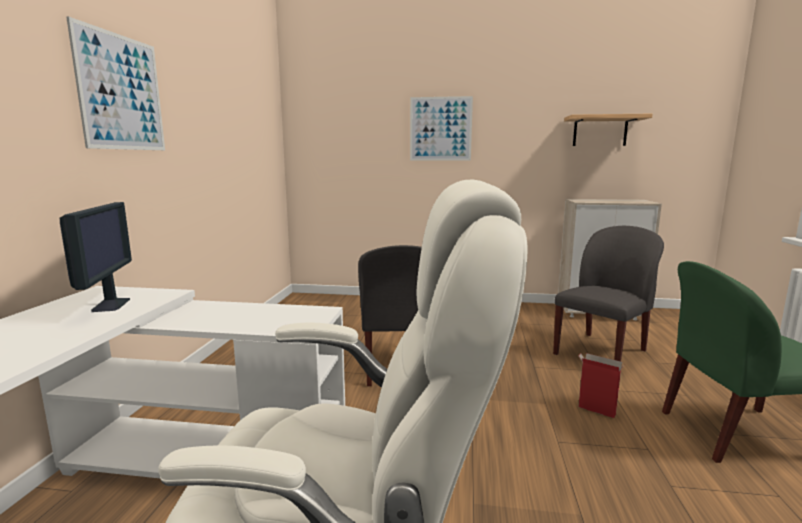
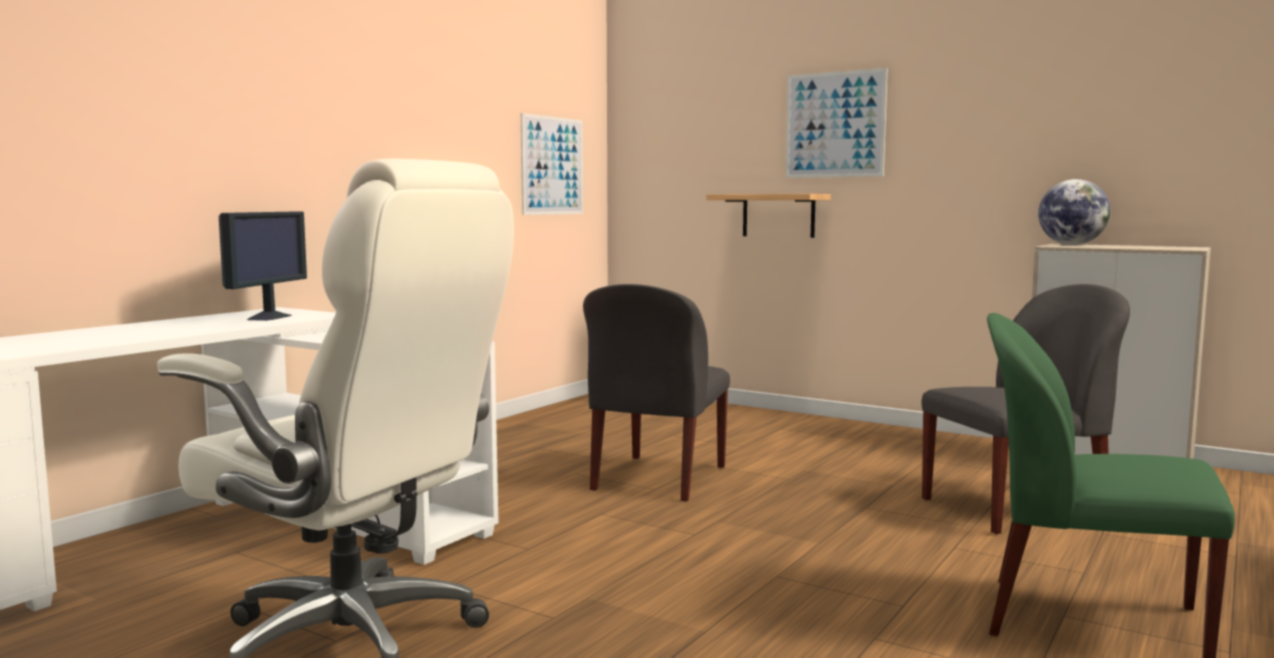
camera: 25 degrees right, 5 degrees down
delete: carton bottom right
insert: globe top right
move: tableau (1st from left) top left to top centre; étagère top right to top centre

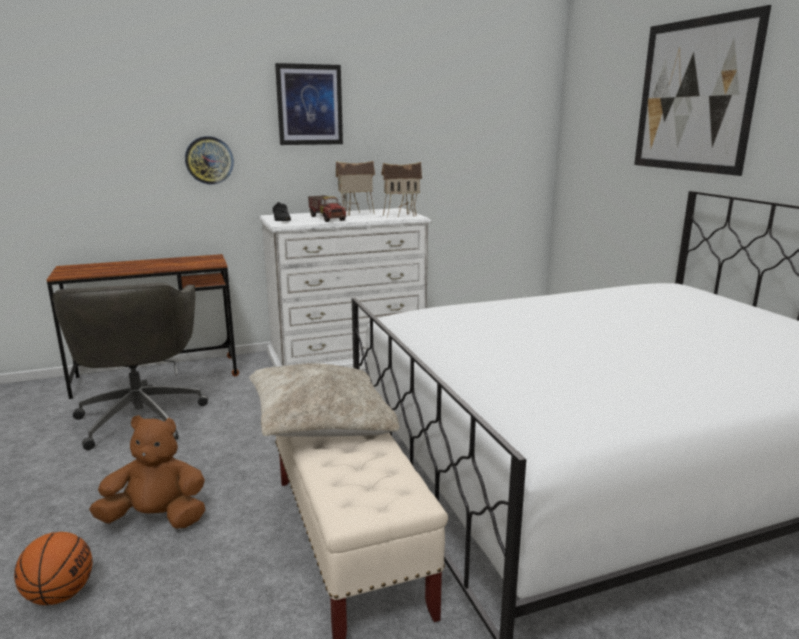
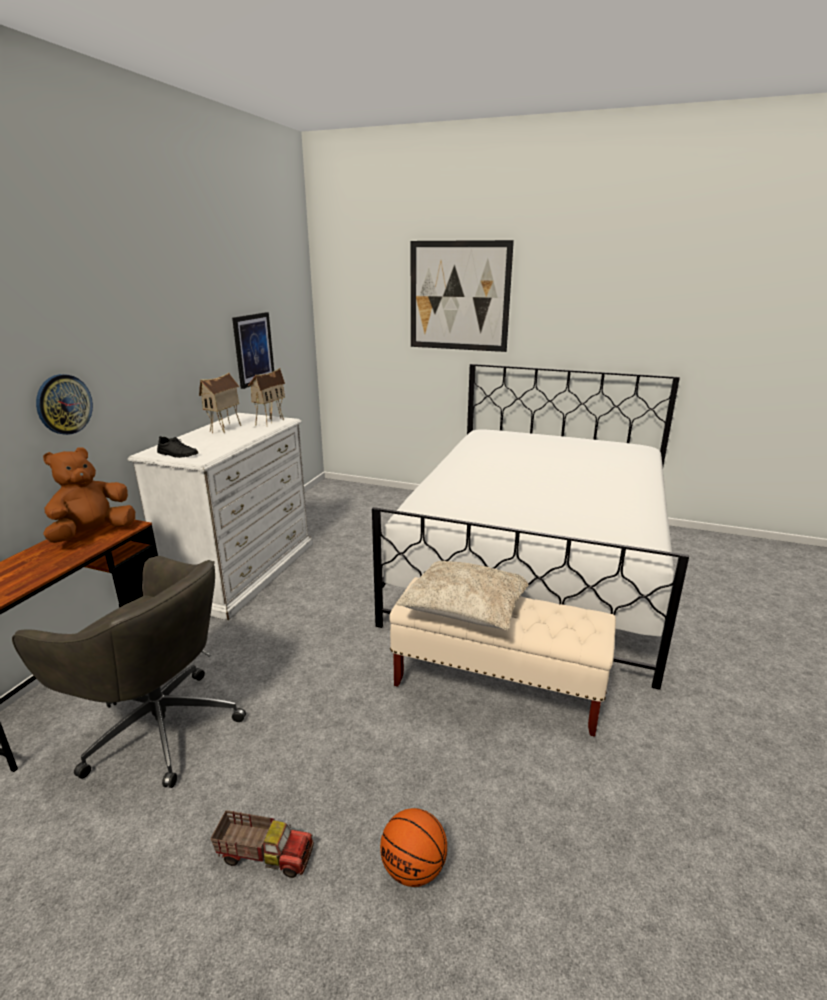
camera: 50 degrees left, 5 degrees up
move: peluche [marron] bottom left to middle left; tableau (1st from left) top centre to middle left; camion jouet top centre to bottom left

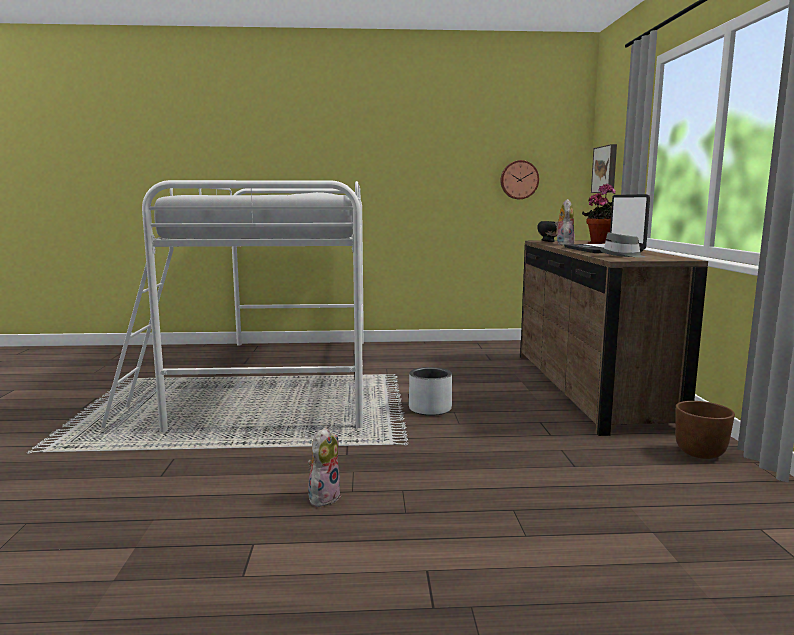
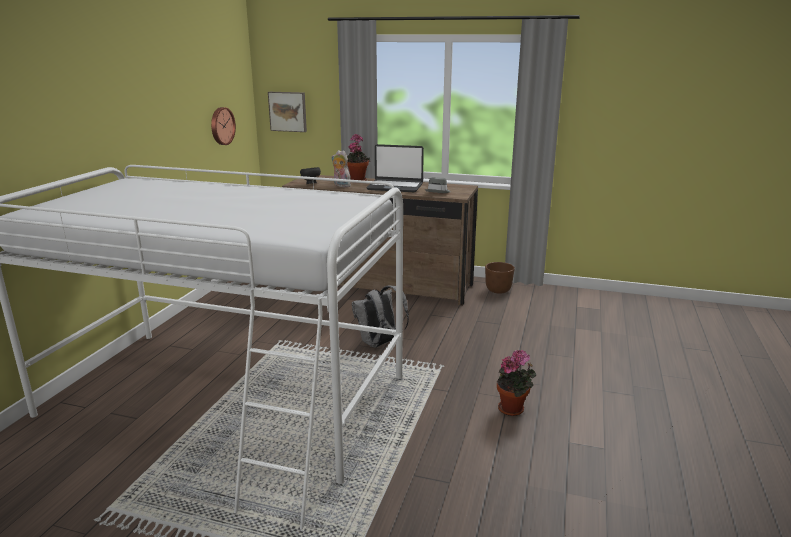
camera: 70 degrees left, 10 degrees up
replace: peluche (1st from left) bottom centre to plante en pot (2nd from left) bottom centre; cache-pot [gris] centre to sac à dos [gris] centre

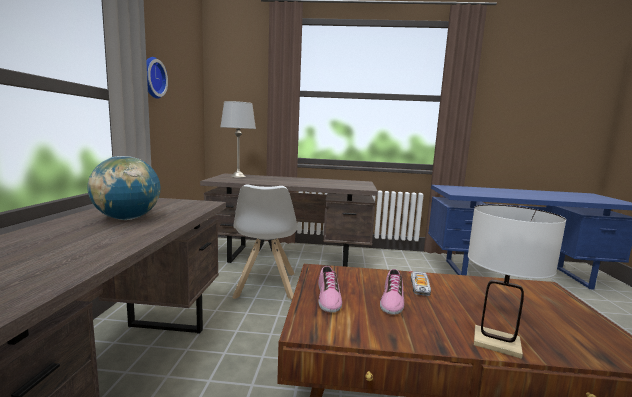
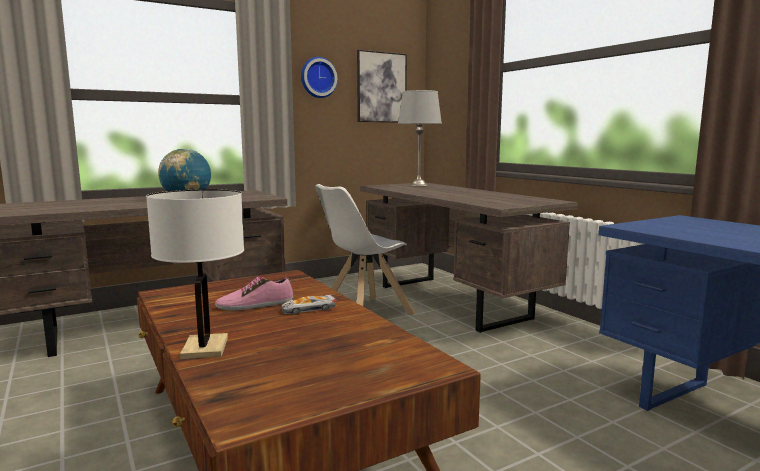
camera: 55 degrees right, 0 degrees up
delete: chaussure (1st from left) bottom centre
insert: tableau top centre

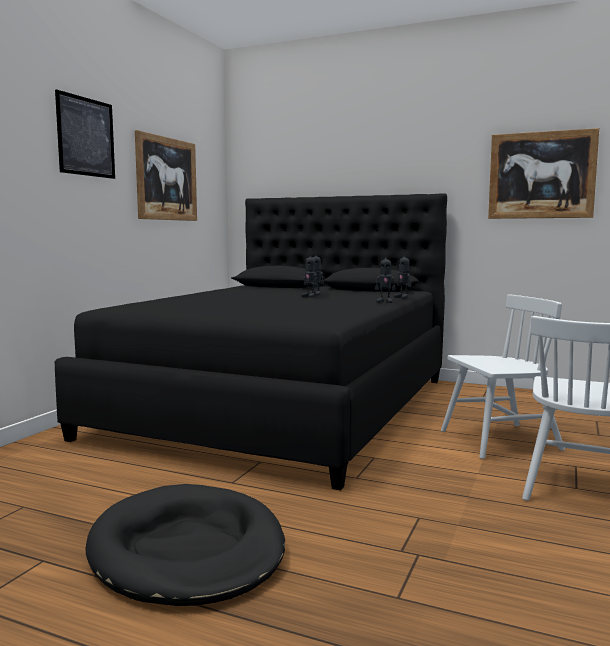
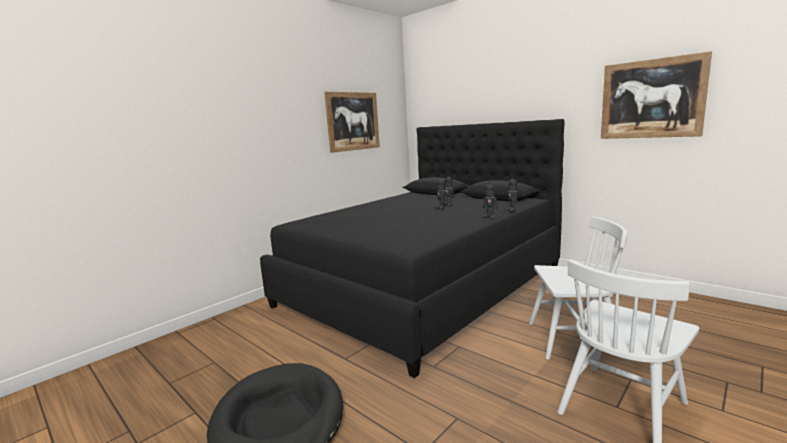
camera: 20 degrees right, 5 degrees up
delete: tableau (1st from left) top left

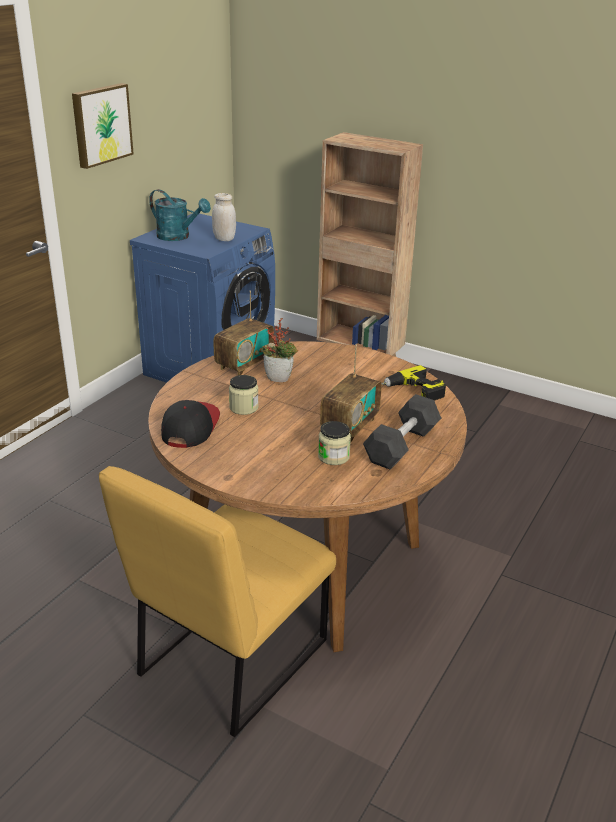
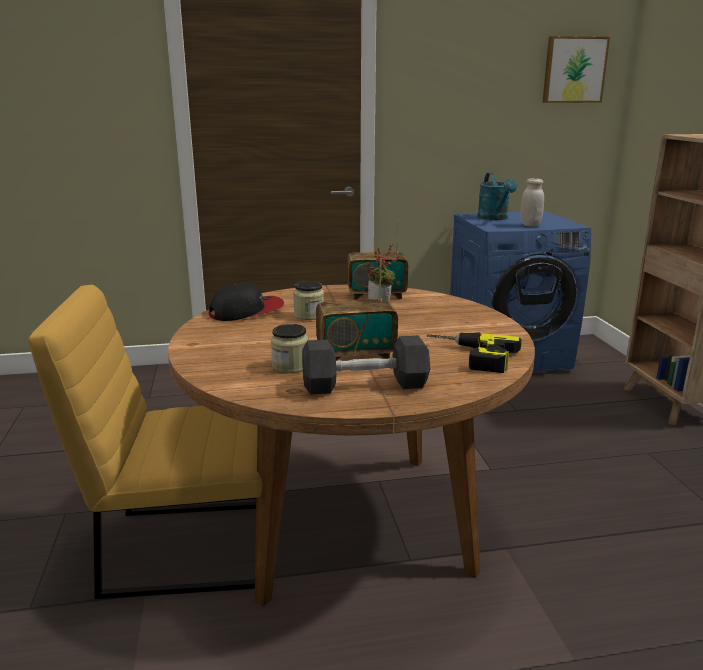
camera: 50 degrees right, 10 degrees down
move: tableau top left to top right

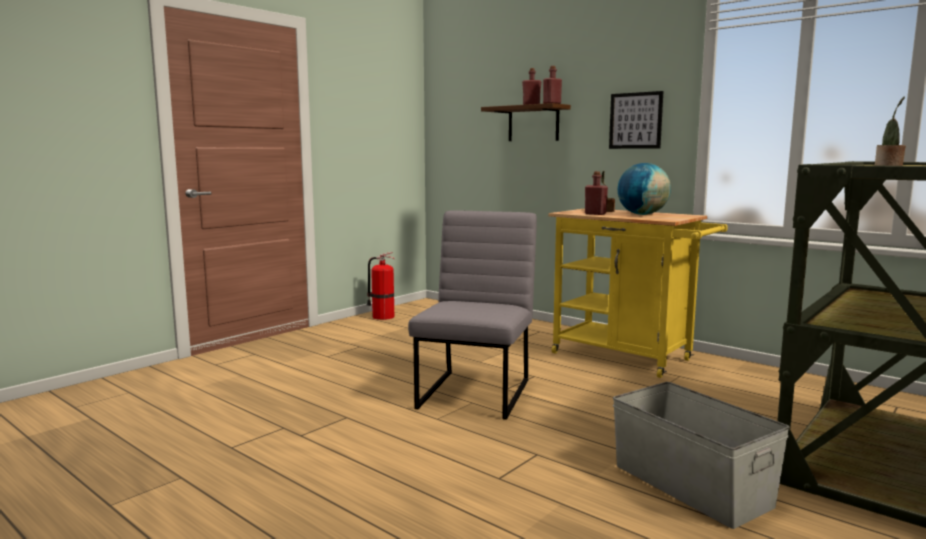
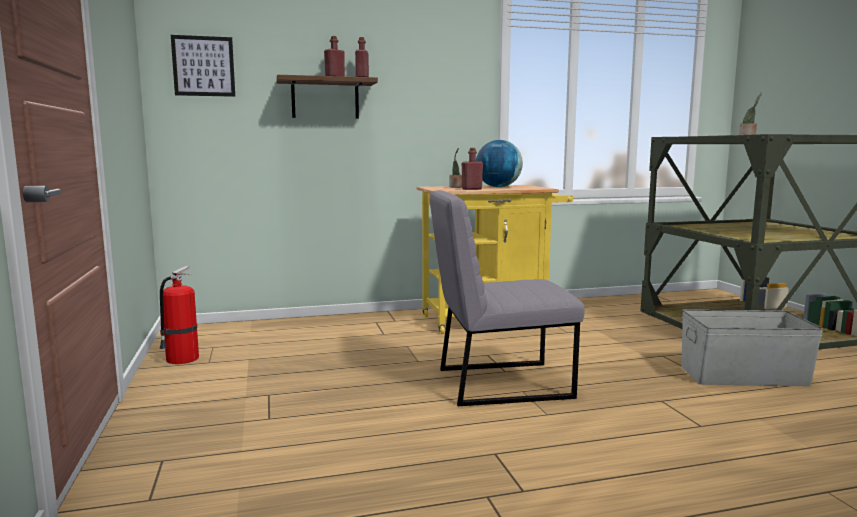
camera: 55 degrees left, 0 degrees up
move: tableau top right to top left
rotate: chaise [gris] centre = centre 60 degrees counterclockwise

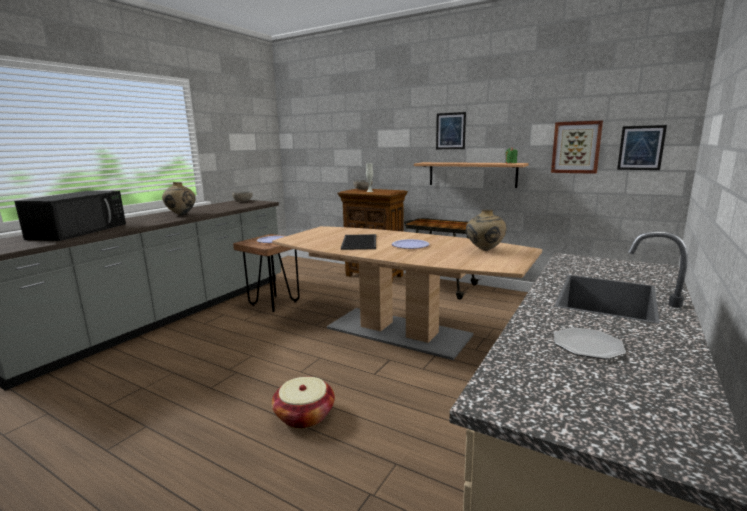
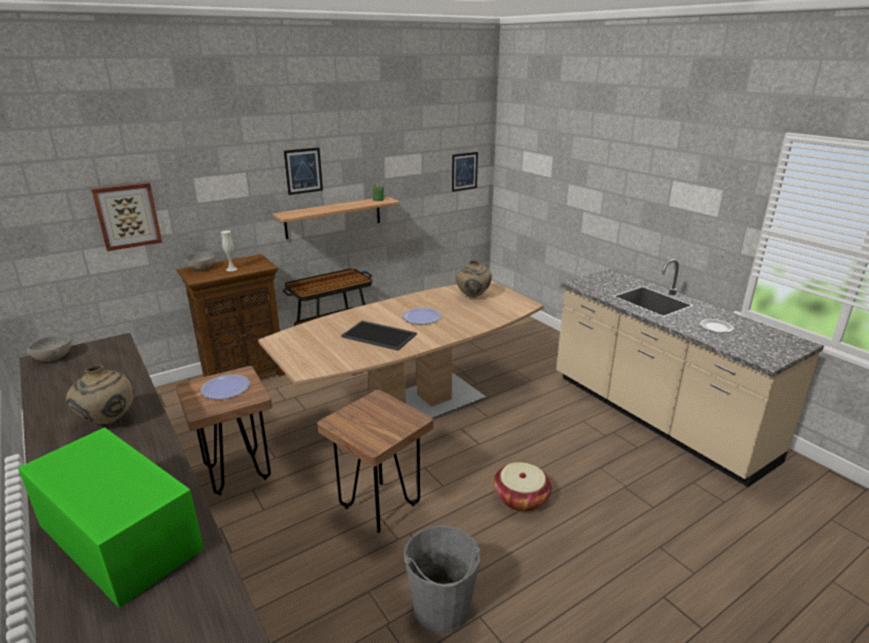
camera: 65 degrees left, 10 degrees up
insert: tabouret [marron] (2nd from left) bottom centre; seau [gris] bottom centre
move: tableau (2nd from left in the first image) top right to tableau (1st from left) middle left
recolor: micro-ondes [noir] middle left to micro-ondes [vert] bottom left

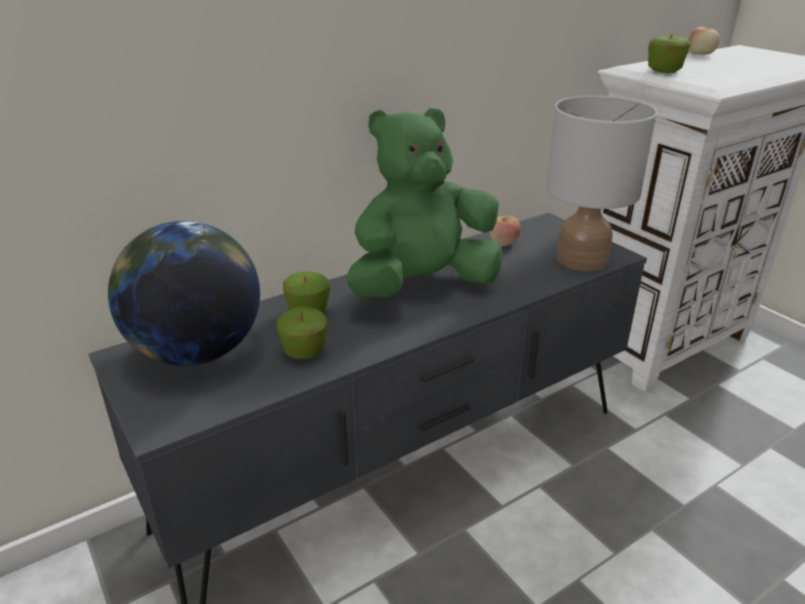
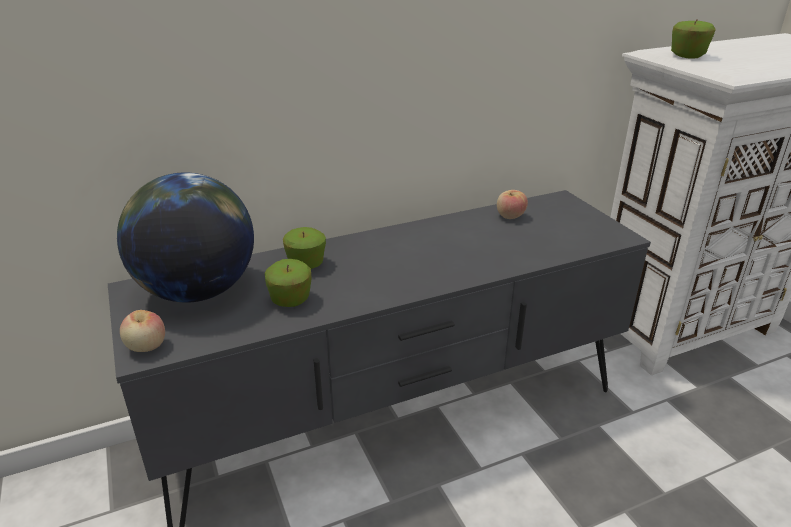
camera: 10 degrees right, 0 degrees up
delete: peluche [vert] centre; lampe de table [gris] top right
move: pomme (5th from left in the first image) top right to pomme (1st from left) middle left

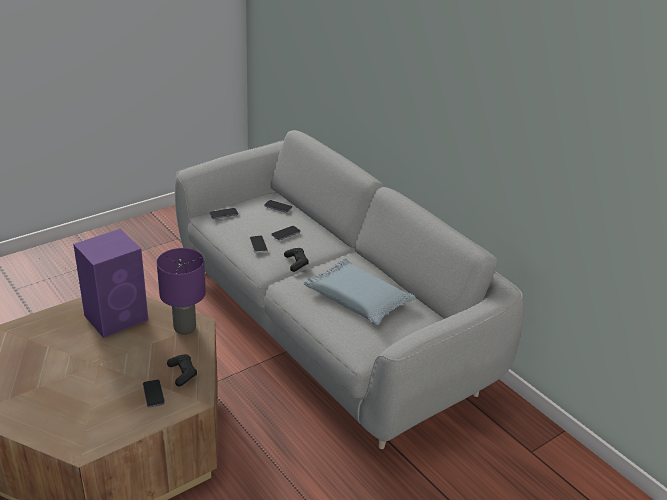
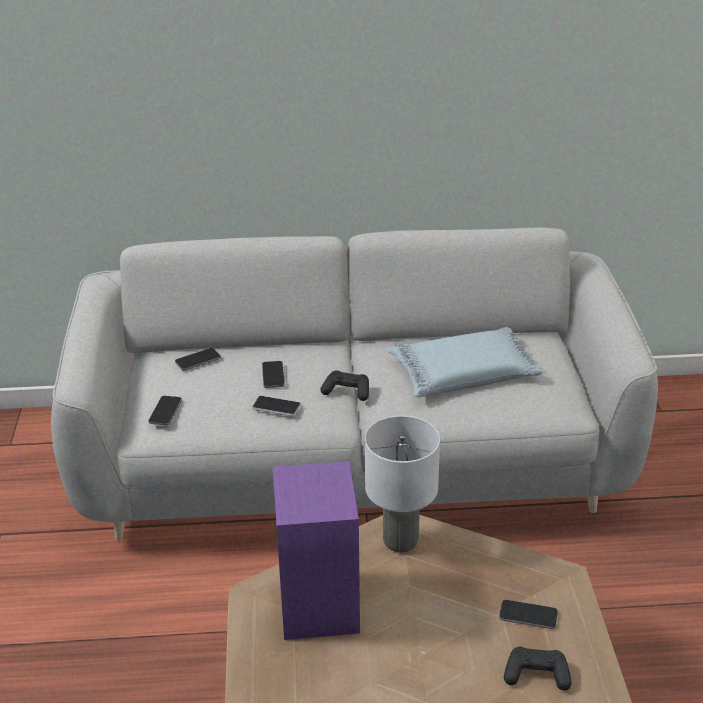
camera: 55 degrees left, 0 degrees up
move: manette [noir] (1st from left in the first image) bottom left to manette [noir] (2nd from left) bottom right
recolor: lampe de table [violet] middle left to lampe de table [blanc] bottom centre

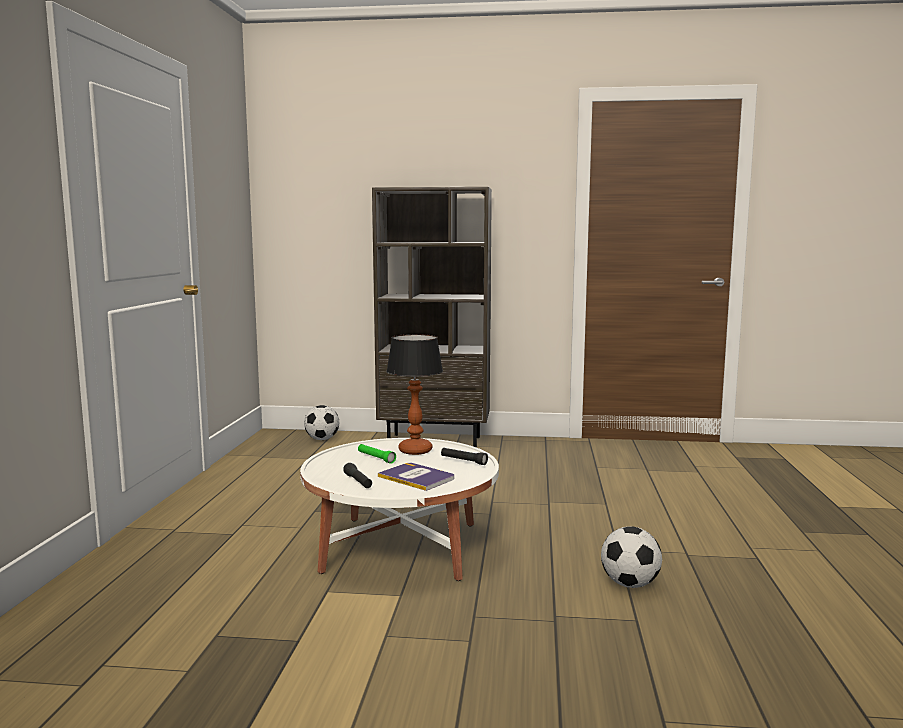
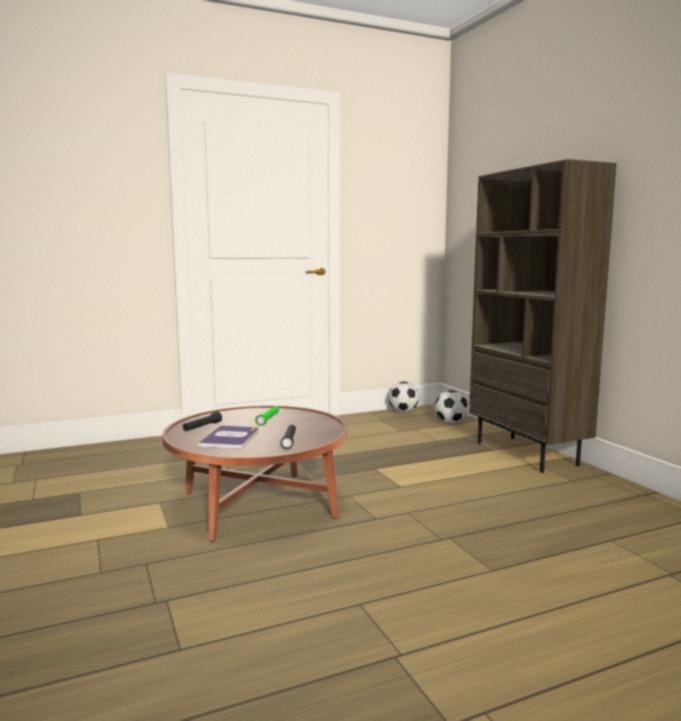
camera: 60 degrees right, 0 degrees up
delete: lampe de table centre
move: ballon de foot (2nd from left in the first image) bottom right to ballon de foot (1st from left) centre
recolor: table basse [blanc] bottom centre to table basse [marron] centre

